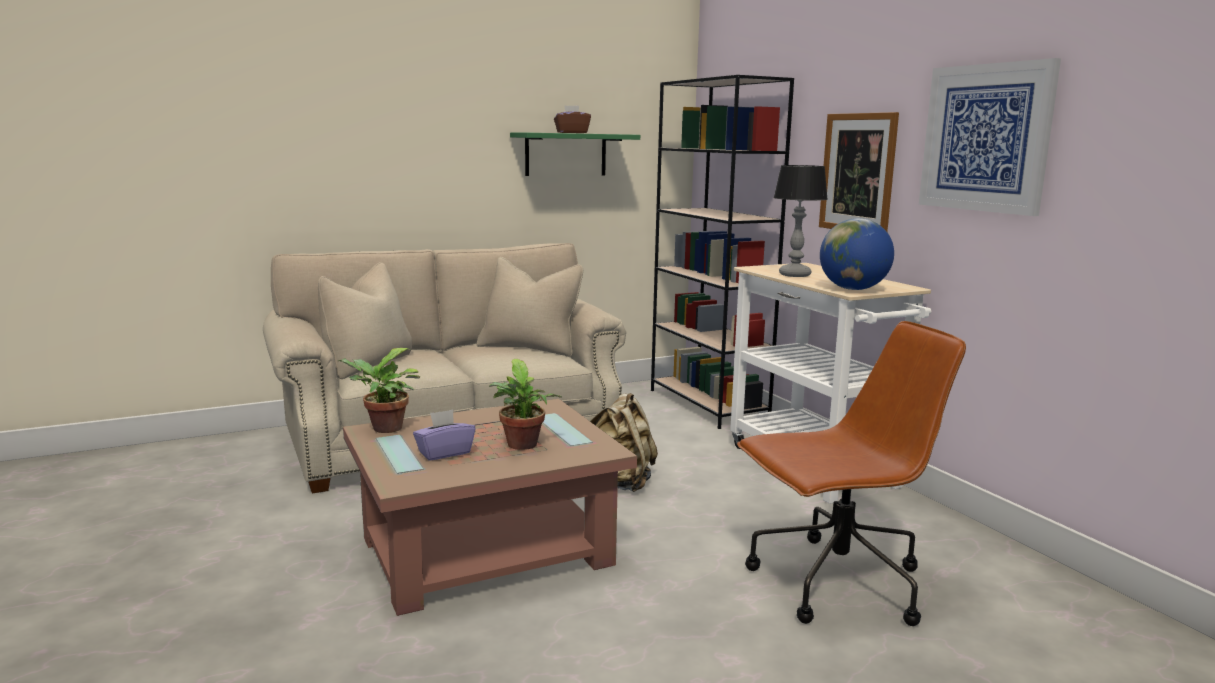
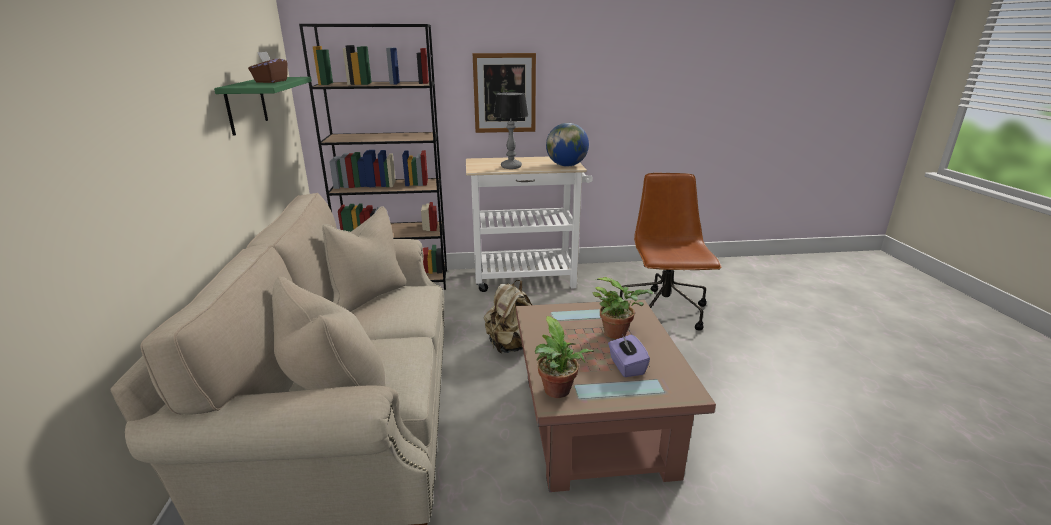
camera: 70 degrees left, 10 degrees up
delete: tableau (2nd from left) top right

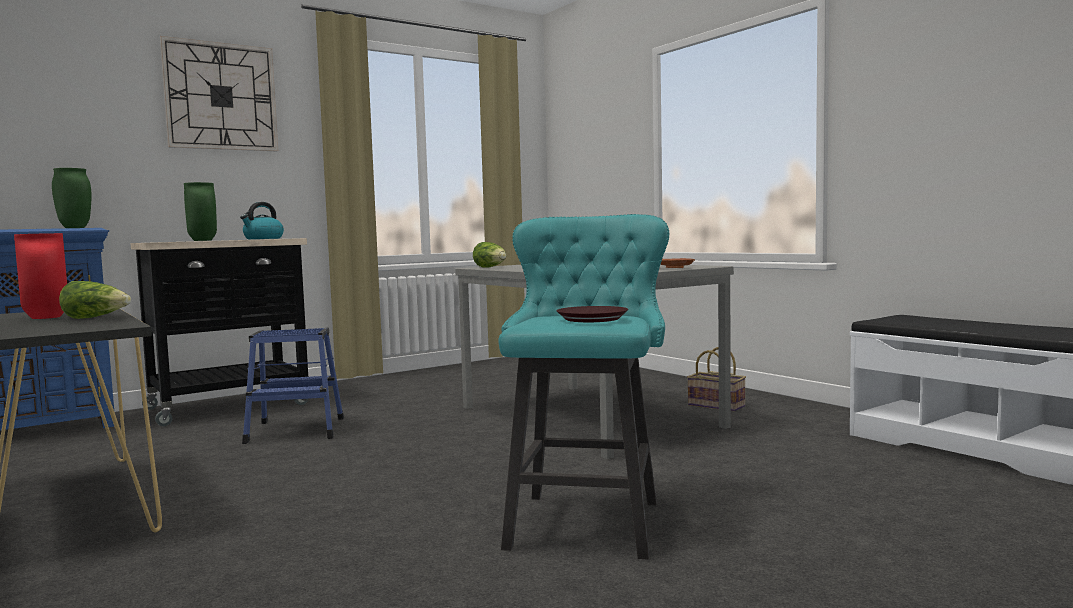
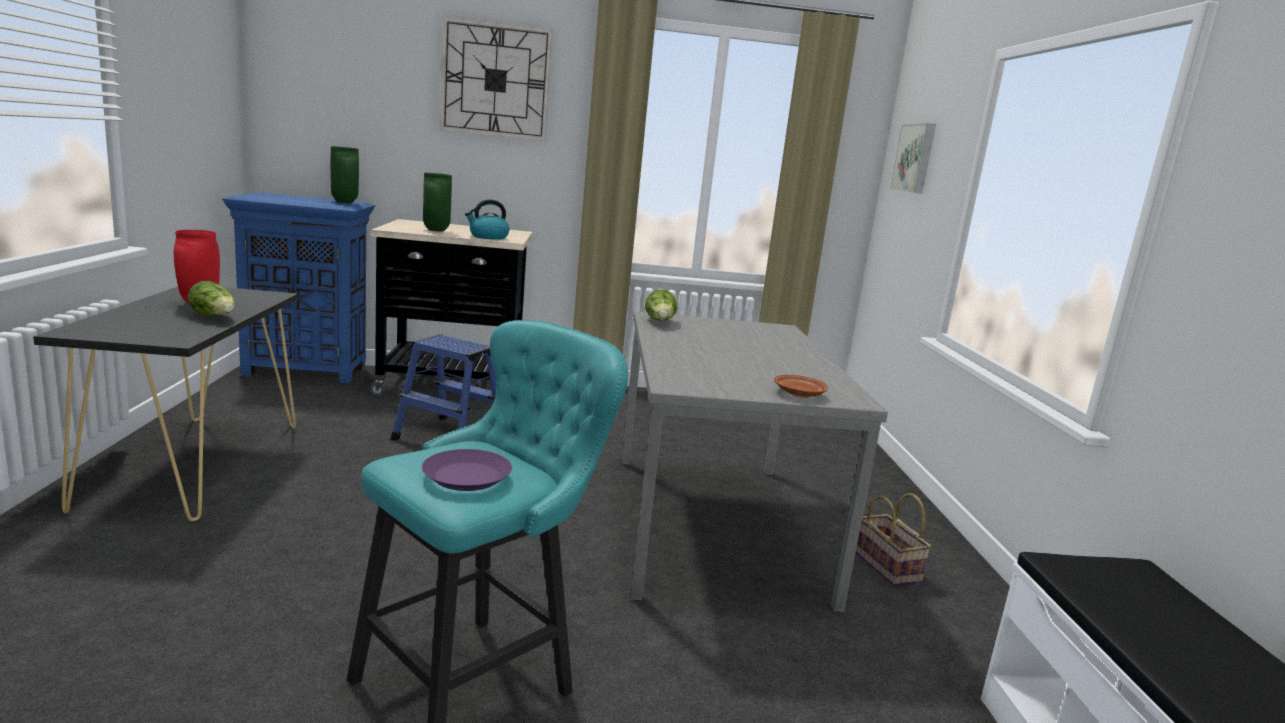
camera: 30 degrees right, 10 degrees up
insert: tableau top right
recolor: assiette [marron] (1st from left) centre to assiette [violet] centre

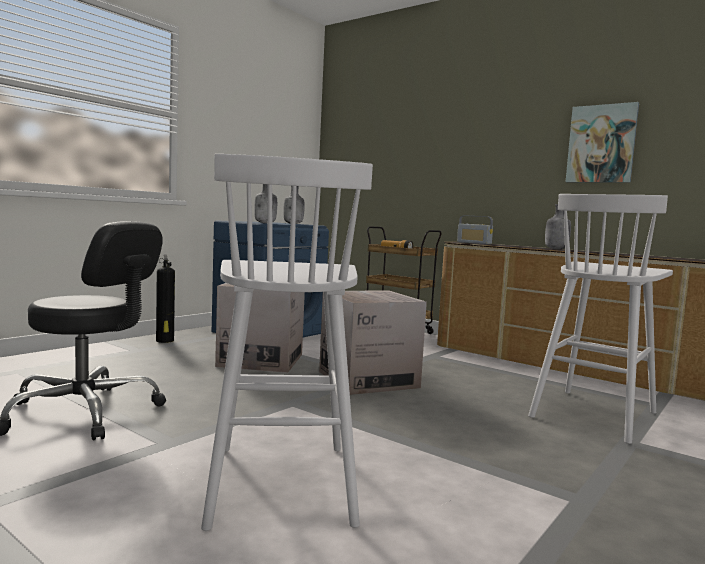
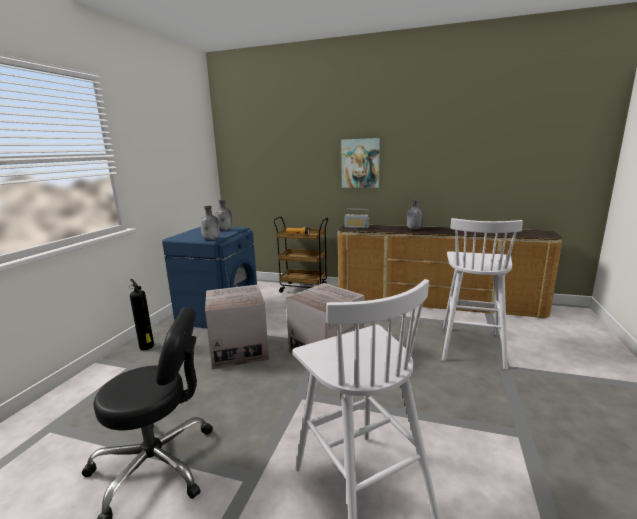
camera: 20 degrees left, 10 degrees up
move: tableau top right to top centre

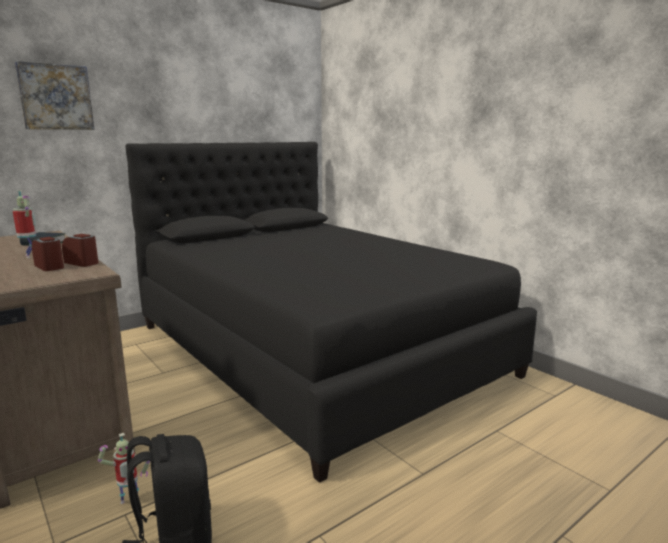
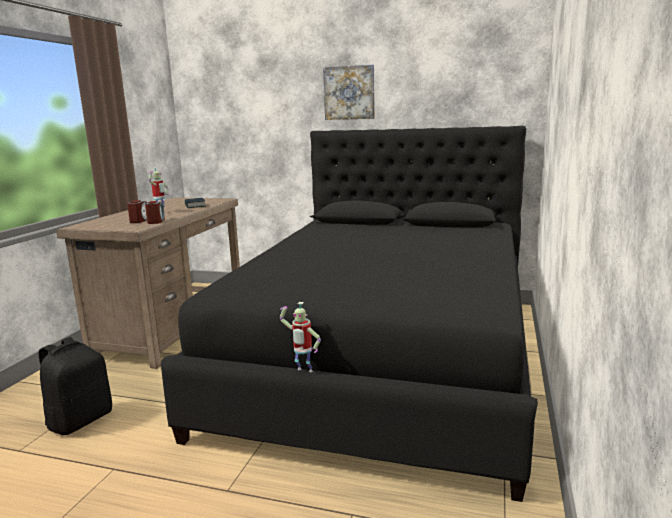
camera: 55 degrees right, 0 degrees up
move: tableau top left to top centre; robot jouet (2nd from left) bottom left to centre

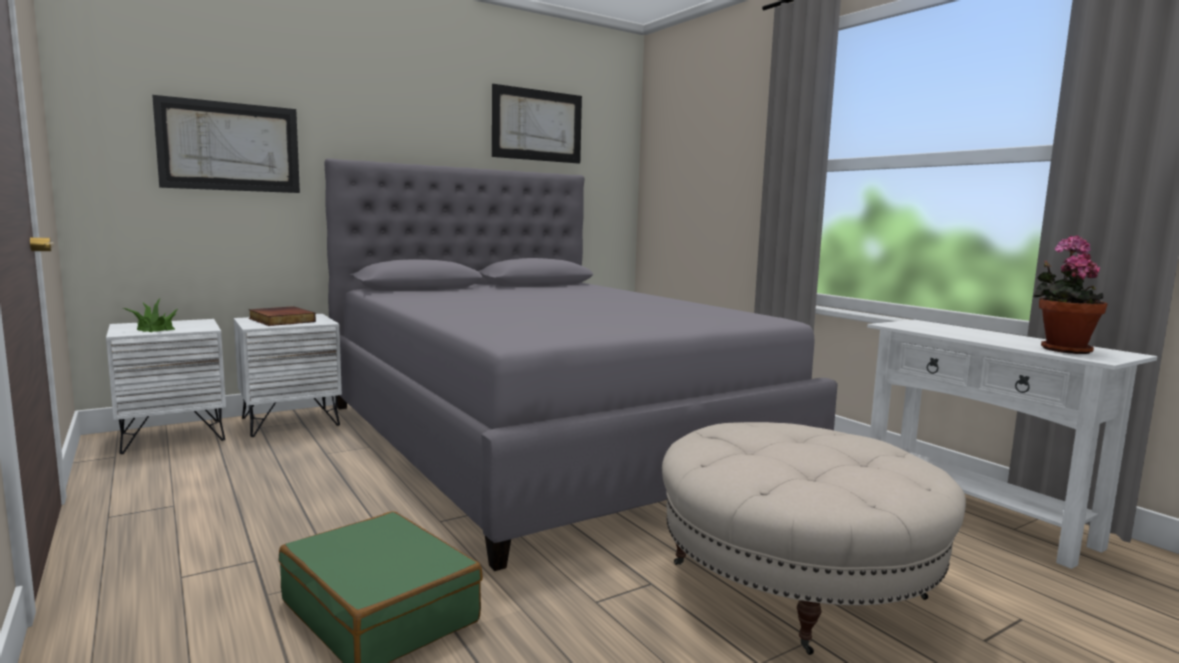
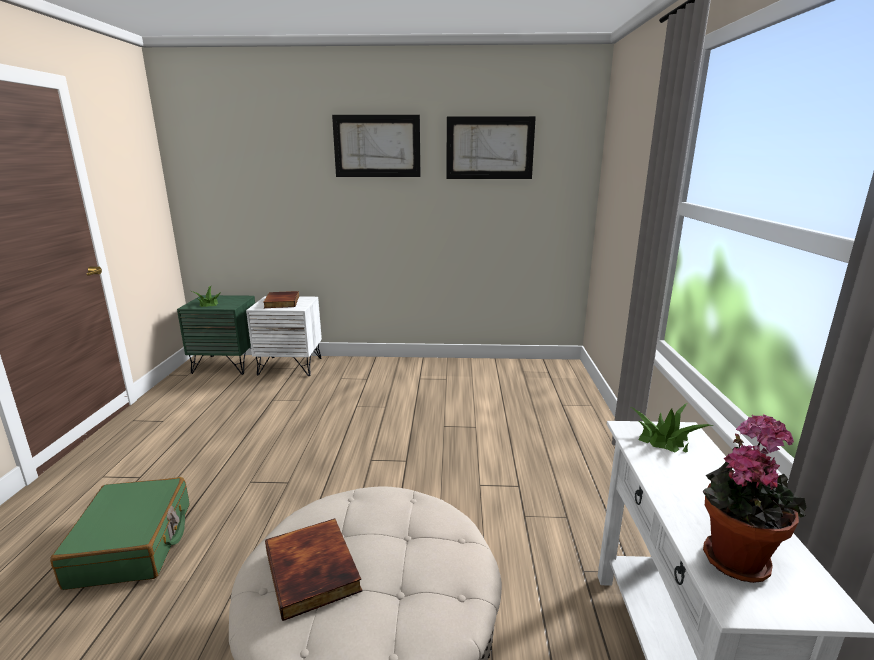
camera: 35 degrees right, 10 degrees up
delete: lit [gris] centre
insert: livre (2nd from left) bottom centre; plante en pot (2nd from left) middle right
move: tableau (1st from left) top left to top centre
recolor: table de chevet [blanc] (1st from left) middle left to table de chevet [vert] middle left

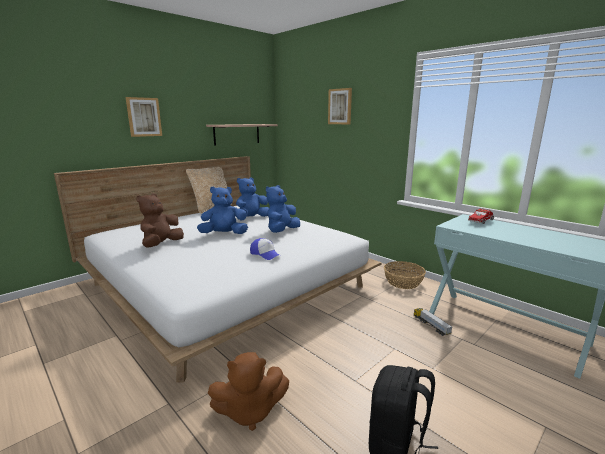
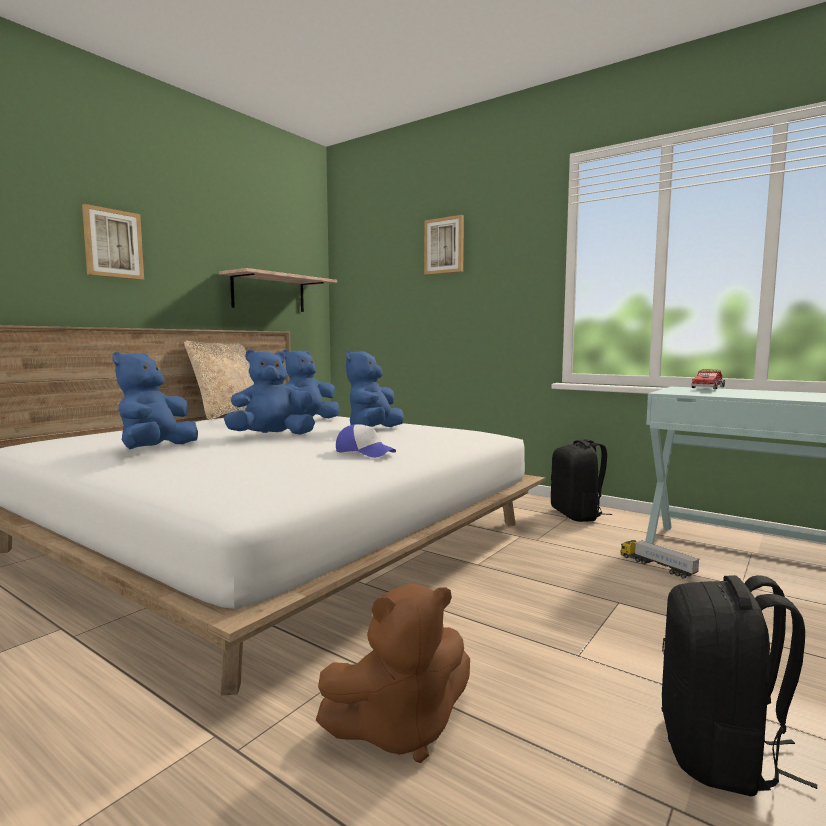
camera: 10 degrees left, 10 degrees down
replace: panier middle right to sac à dos [noir] (1st from left) middle right
recolor: peluche [marron] (1st from left) middle left to peluche [bleu] (1st from left) middle left

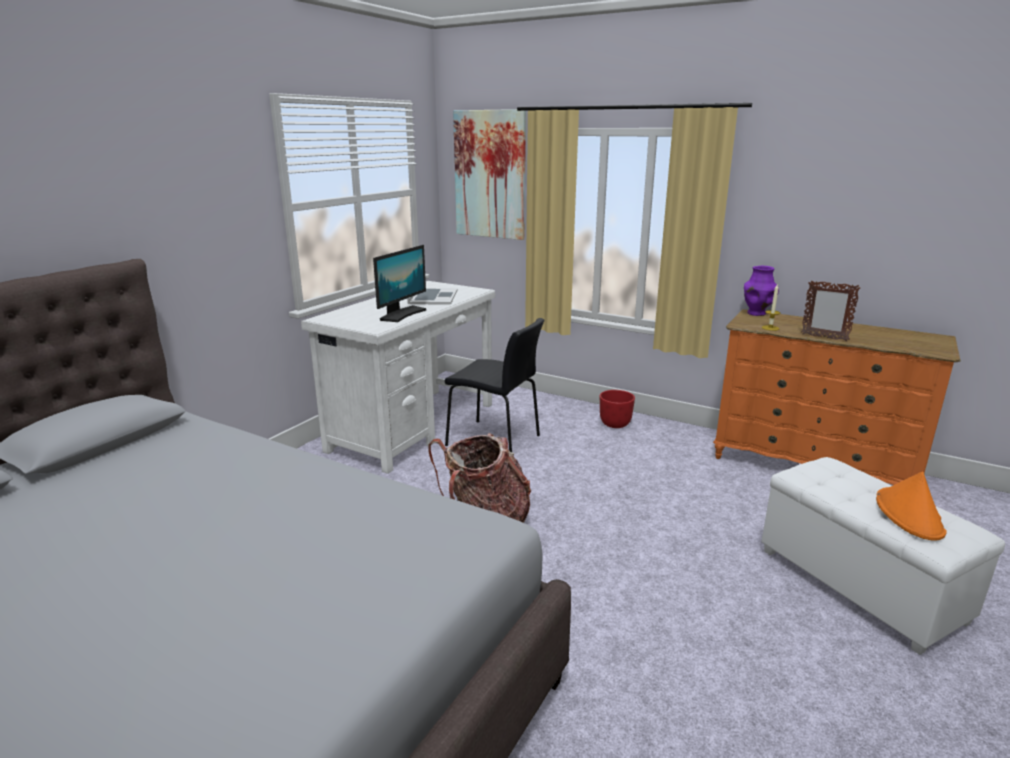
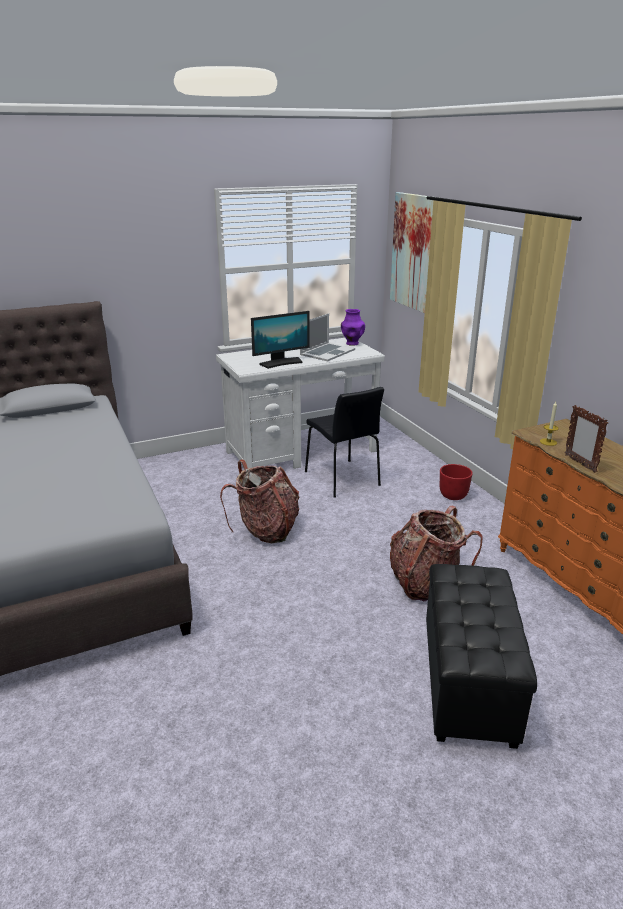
camera: 35 degrees right, 5 degrees up
delete: chapeau [orange] bottom right
insert: sac à dos (2nd from left) middle right
move: vase [violet] middle right to centre
recolor: pouf [blanc] bottom right to pouf [noir] bottom right

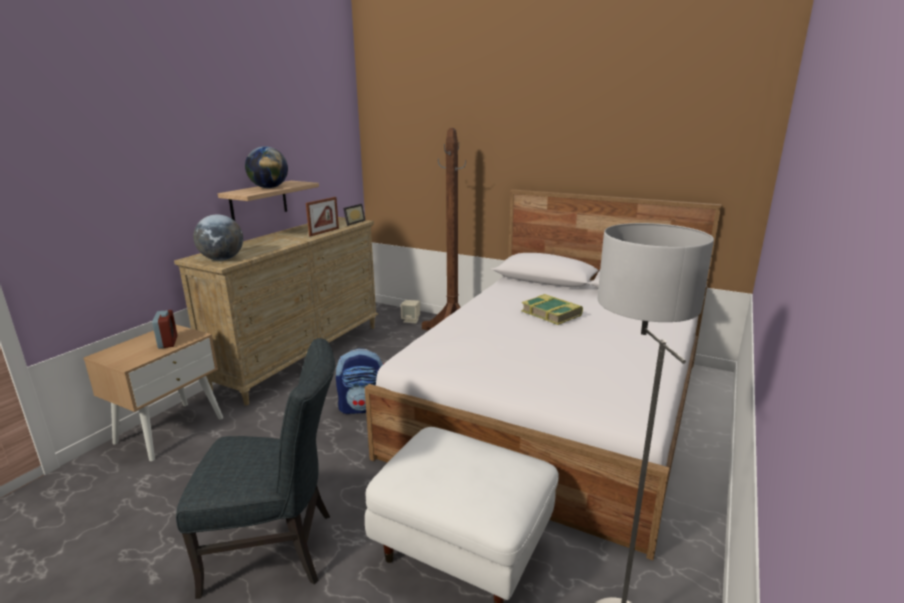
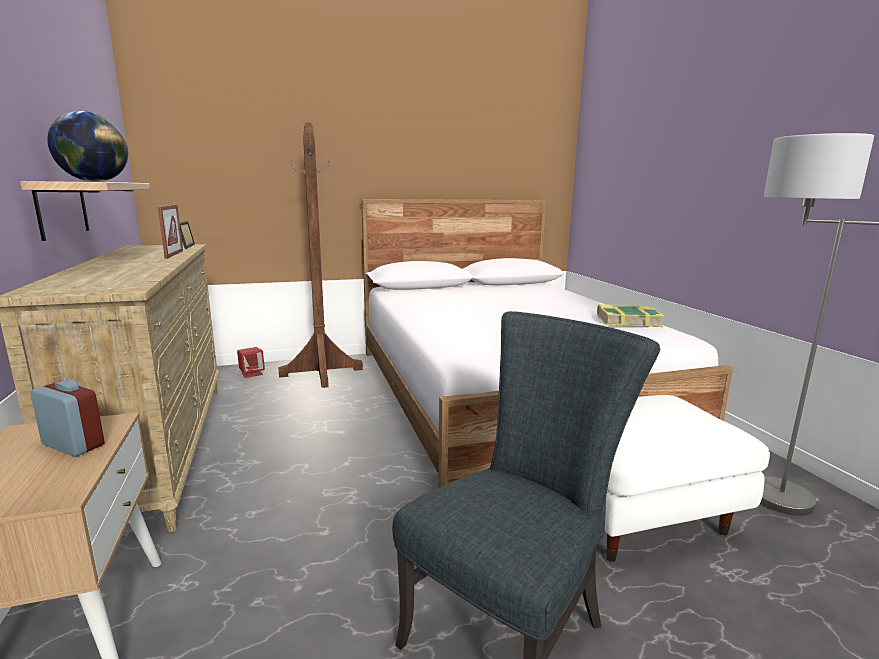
camera: 45 degrees left, 5 degrees down
delete: globe (1st from left) middle left; sac à dos centre
move: livre centre to middle right
recolor: enceinte [beige] centre to enceinte [rouge] middle left

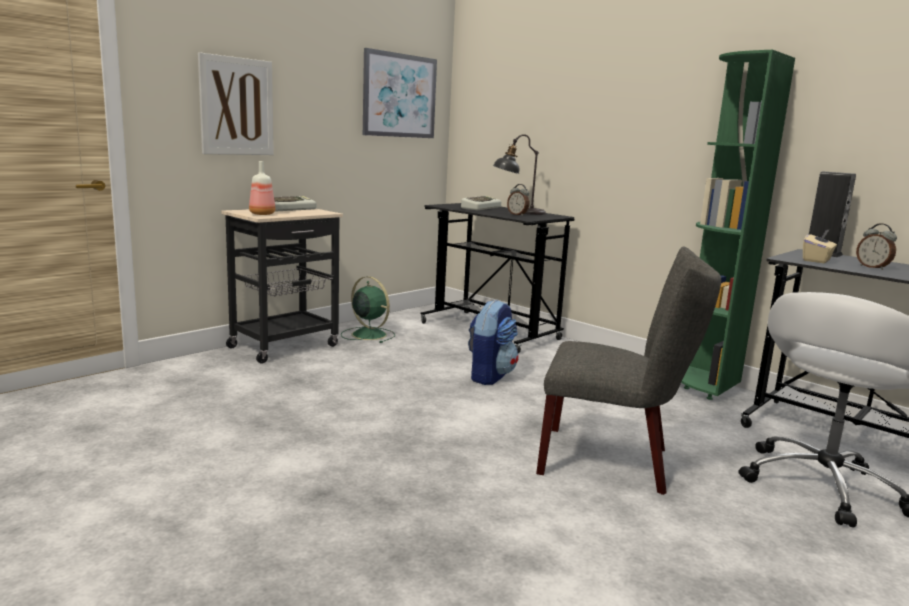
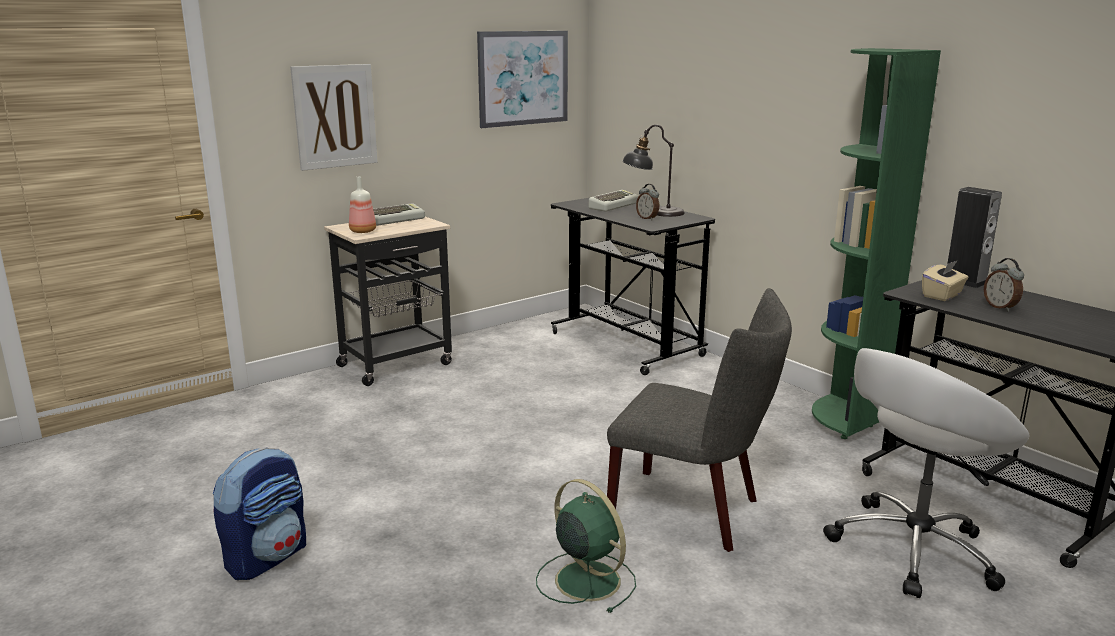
camera: 10 degrees right, 5 degrees up
move: ventilateur [vert] centre to bottom centre; sac à dos centre to bottom left

